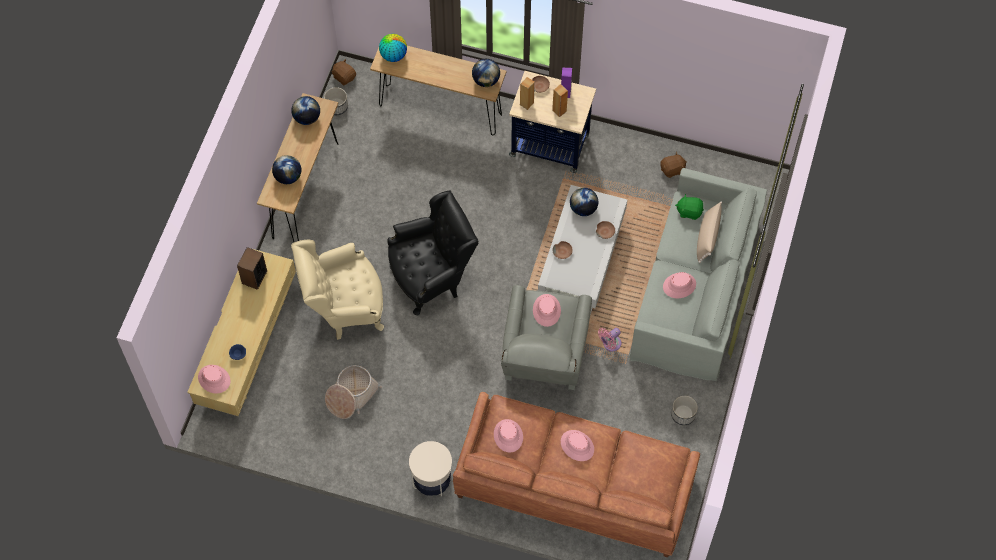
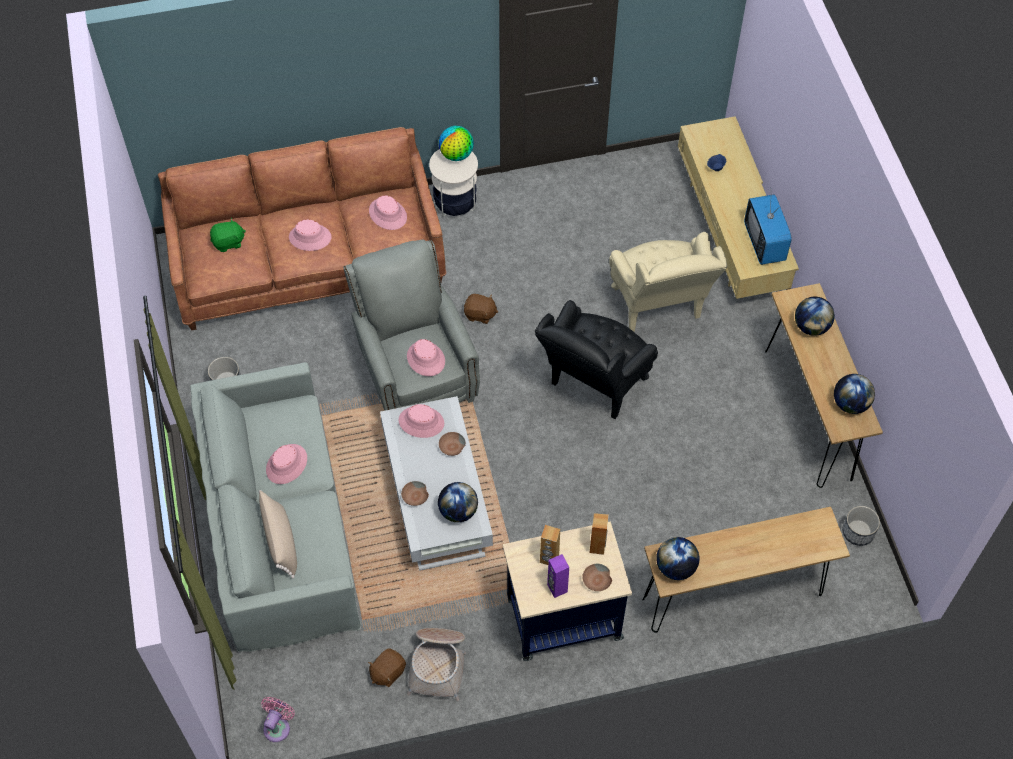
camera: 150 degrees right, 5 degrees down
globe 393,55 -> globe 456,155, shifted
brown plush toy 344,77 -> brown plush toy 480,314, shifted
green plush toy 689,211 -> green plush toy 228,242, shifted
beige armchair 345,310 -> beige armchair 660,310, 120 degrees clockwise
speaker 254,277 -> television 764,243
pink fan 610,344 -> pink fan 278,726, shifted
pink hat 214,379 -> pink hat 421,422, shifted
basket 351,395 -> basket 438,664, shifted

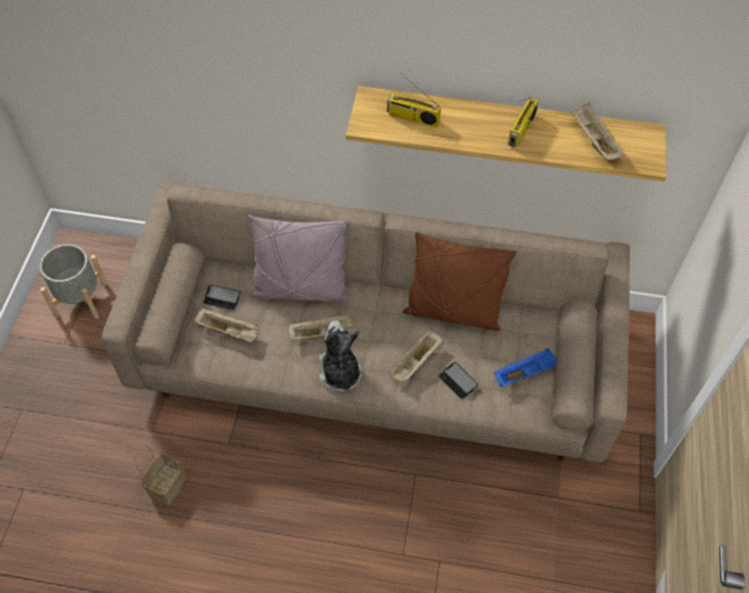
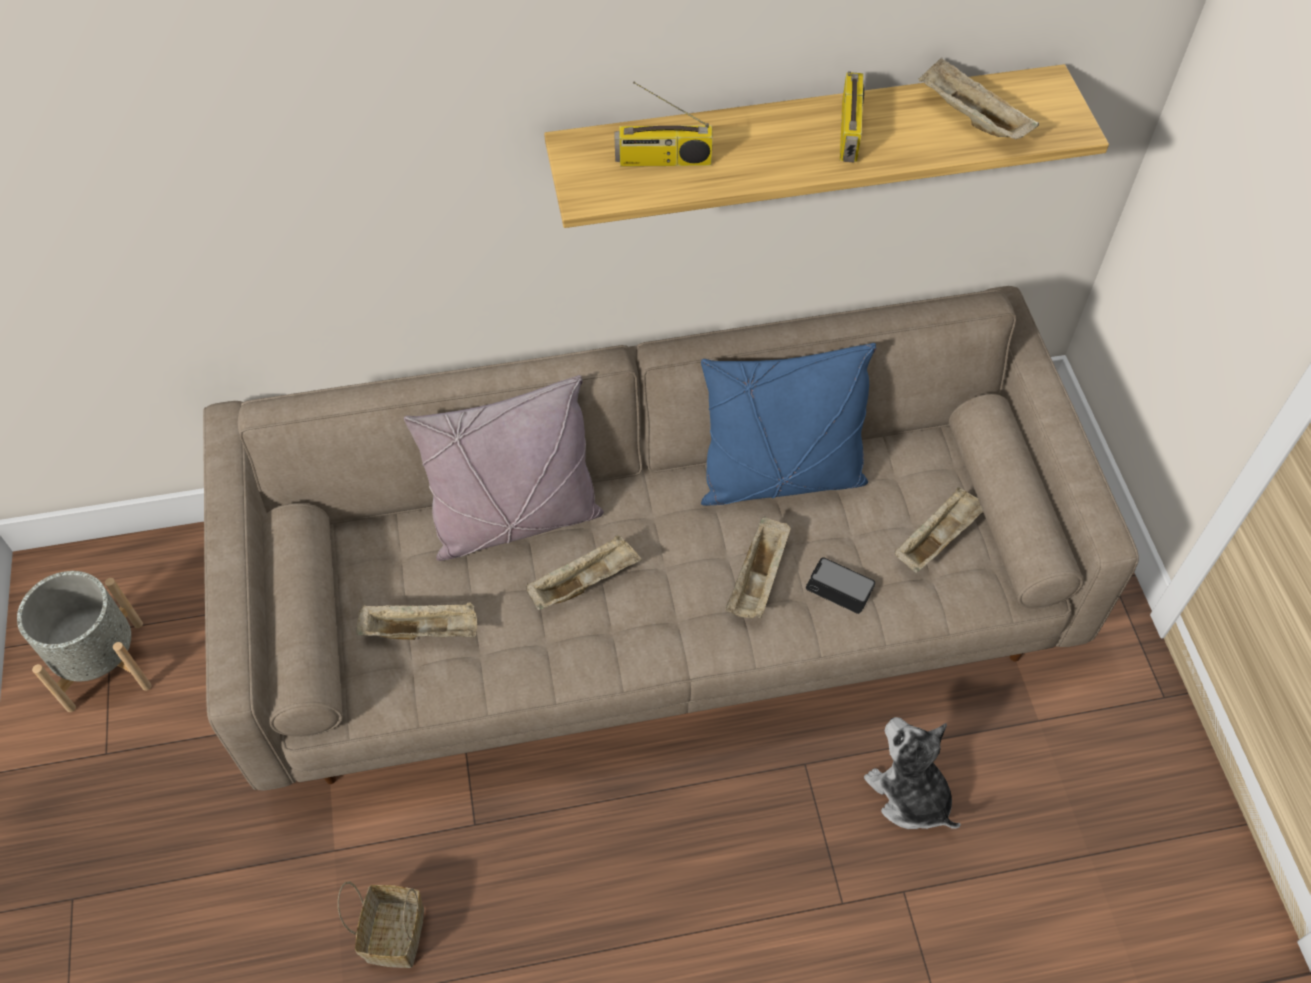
camera: 20 degrees left, 0 degrees up
brown pillow 453,312 -> blue pillow 780,478
phone 222,298 -> none
plush toy 340,372 -> plush toy 909,794, shifted
blue tray 525,373 -> beige tray 937,538

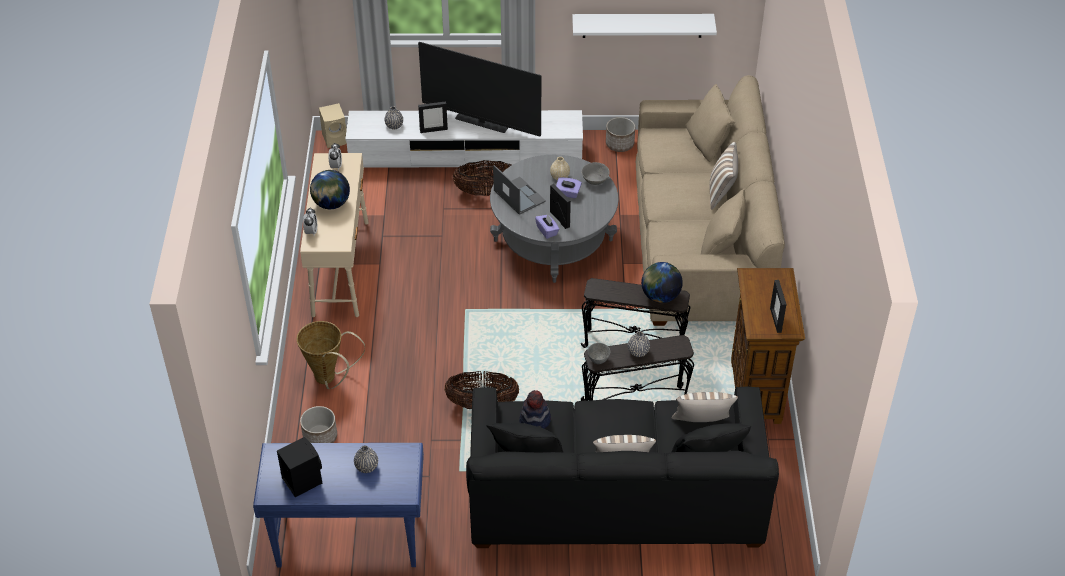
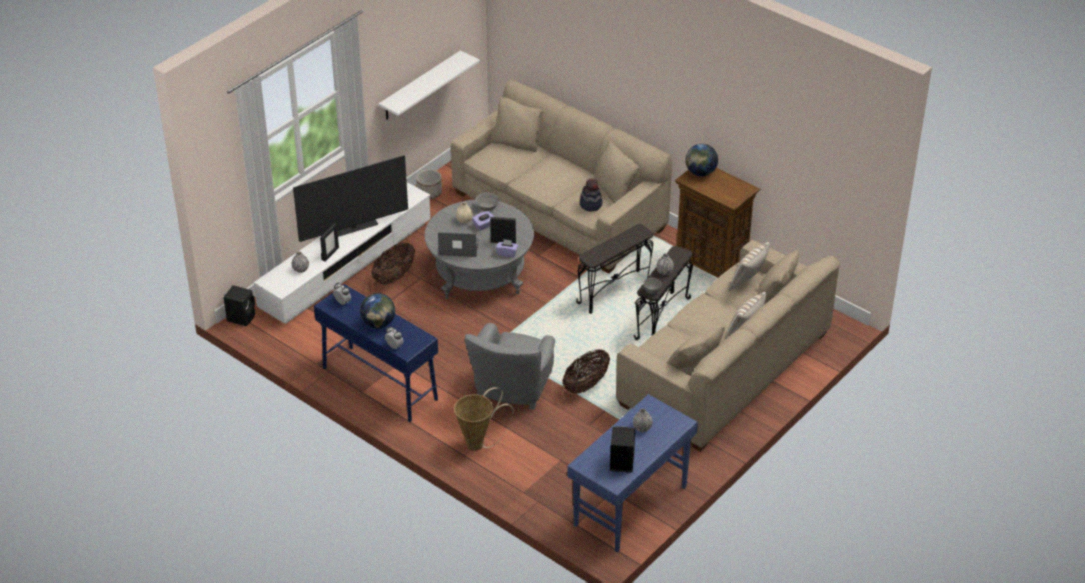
camera: 50 degrees left, 5 degrees down
beige speaker 336,138 -> black speaker 242,317
pillow 721,193 -> none
beige console table 341,268 -> blue console table 380,383
globe 660,296 -> globe 700,173, shifted
picture frame 776,320 -> none
black sofa 614,495 -> beige sofa 724,369
hat 535,420 -> hat 591,204, shifted
planter 320,437 -> none
none -> grey armchair 512,389

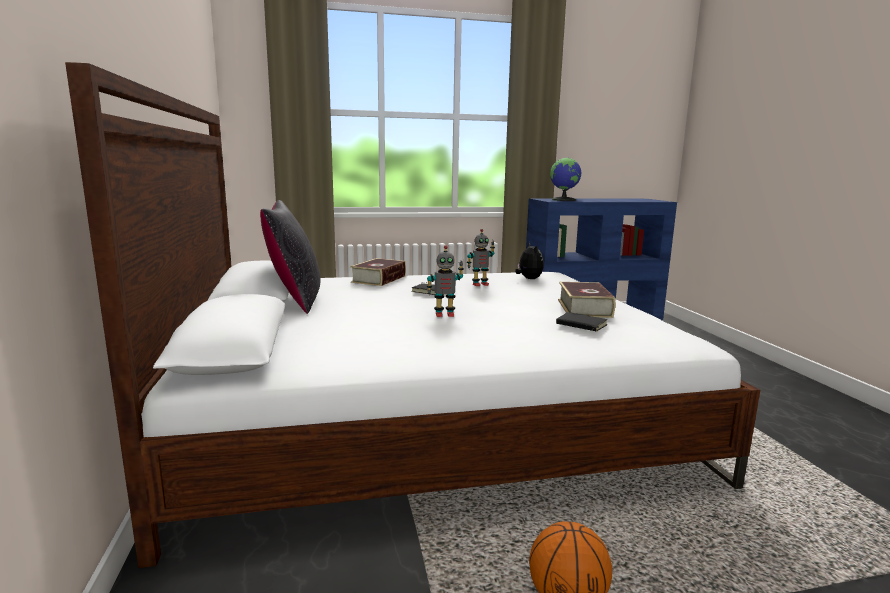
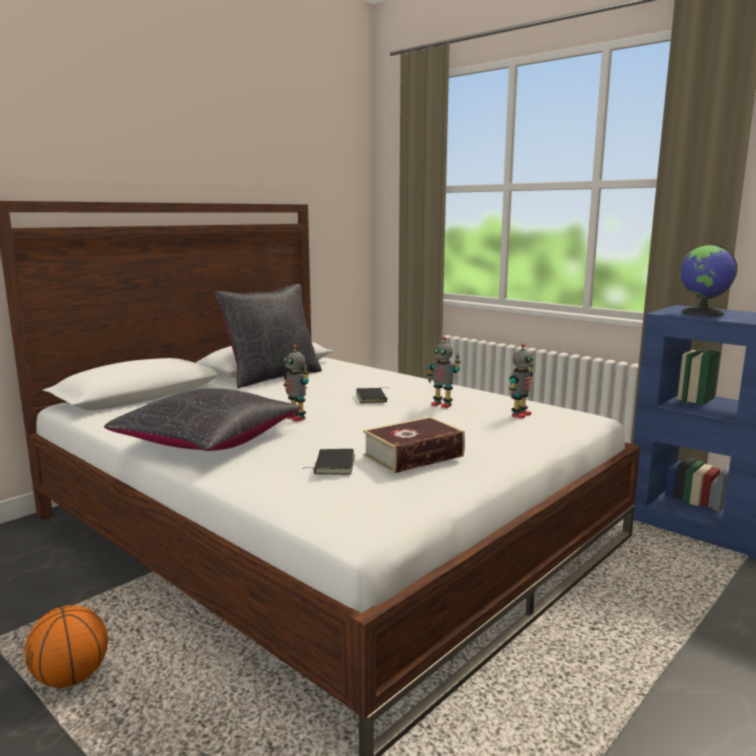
camera: 55 degrees right, 0 degrees up
plush toy 528,279 -> toy robot 519,415
book 379,279 -> none
none -> black pillow 208,440

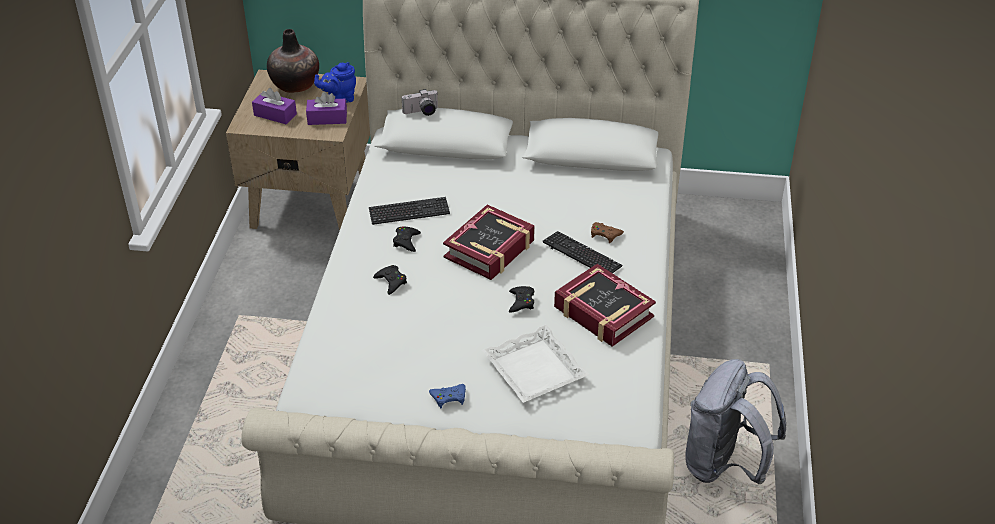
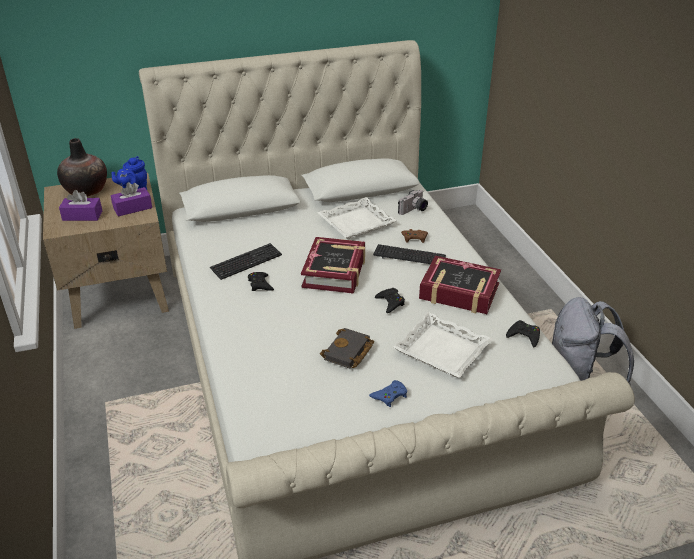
camera: 25 degrees left, 5 degrees down
photo camera 421,112 -> photo camera 414,210, shifted
black game controller 391,282 -> black game controller 524,336, shifted
none -> white tray 356,223
none -> black book 348,353

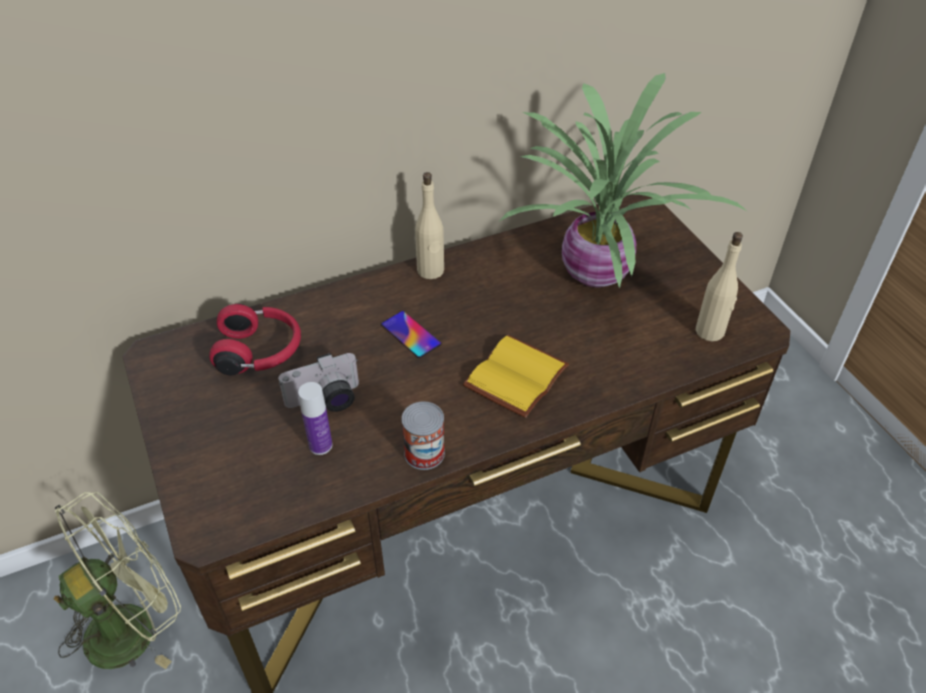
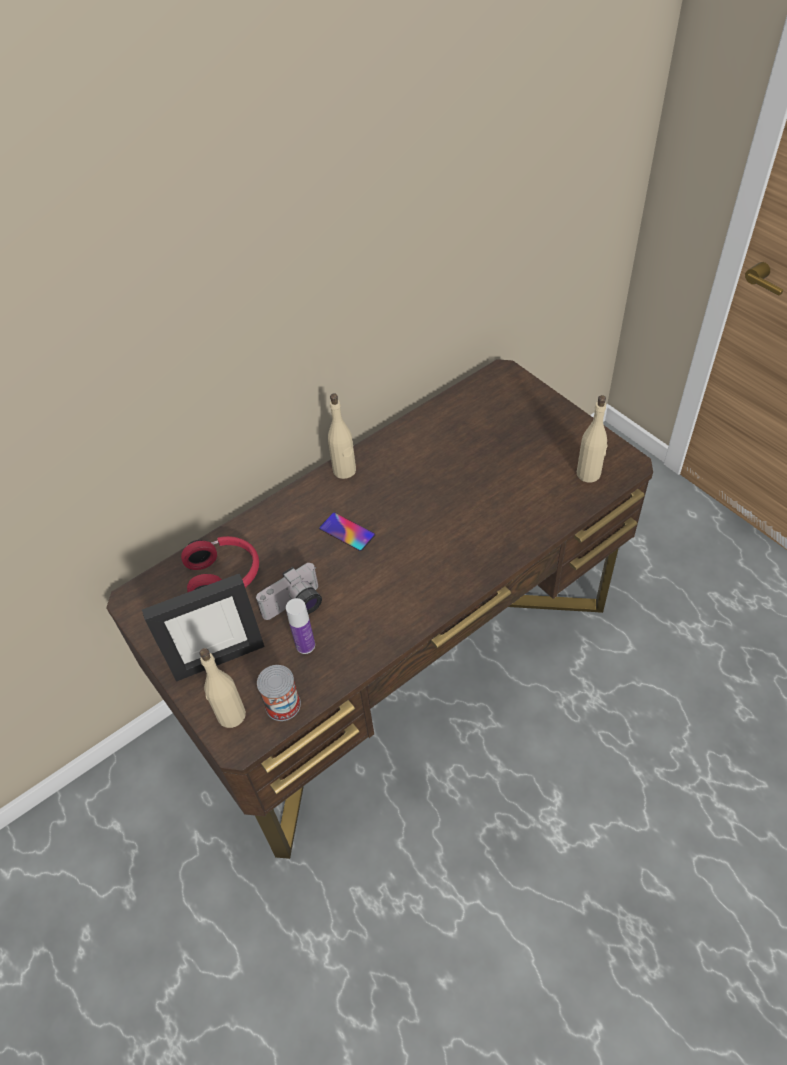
camera: 10 degrees left, 5 degrees up
potted plant 599,274 -> none
yellow book 517,379 -> none
can 424,453 -> can 283,704, shifted
green fan 133,624 -> none
none -> picture frame 218,657
none -> beige bottle 231,715

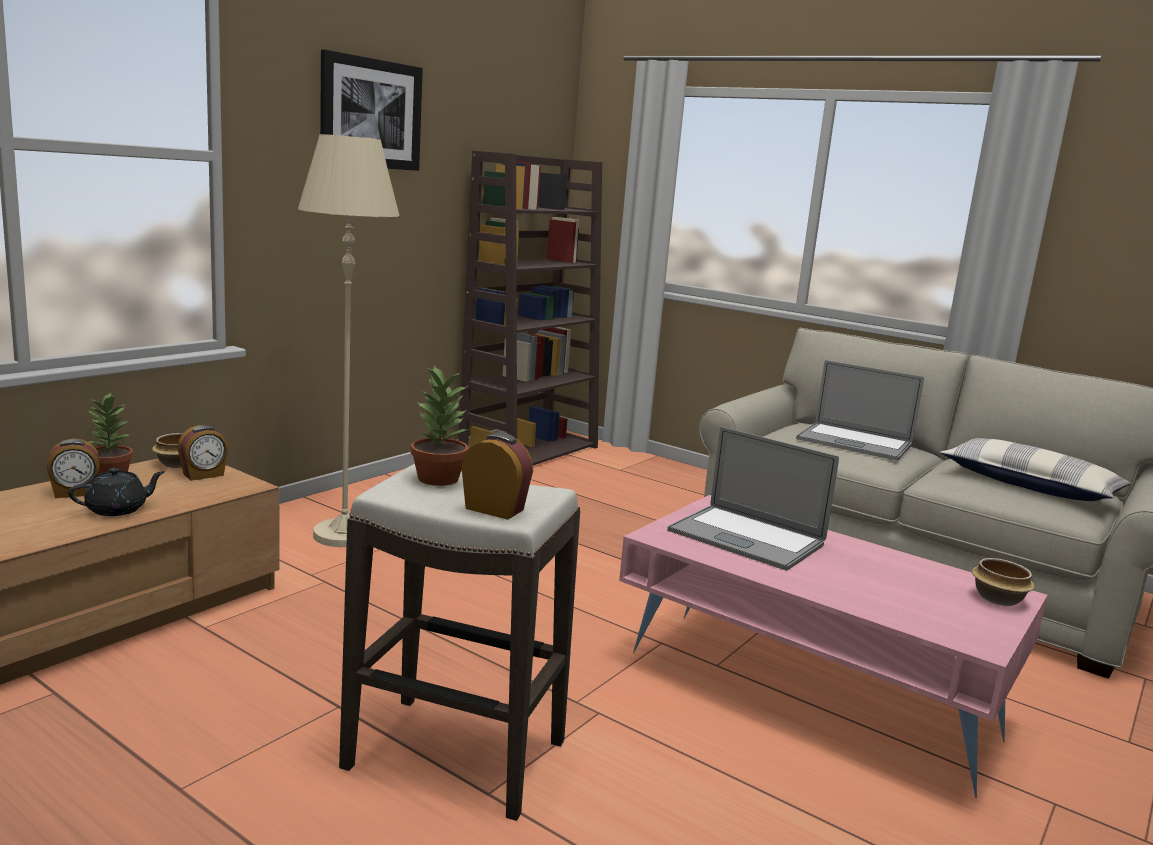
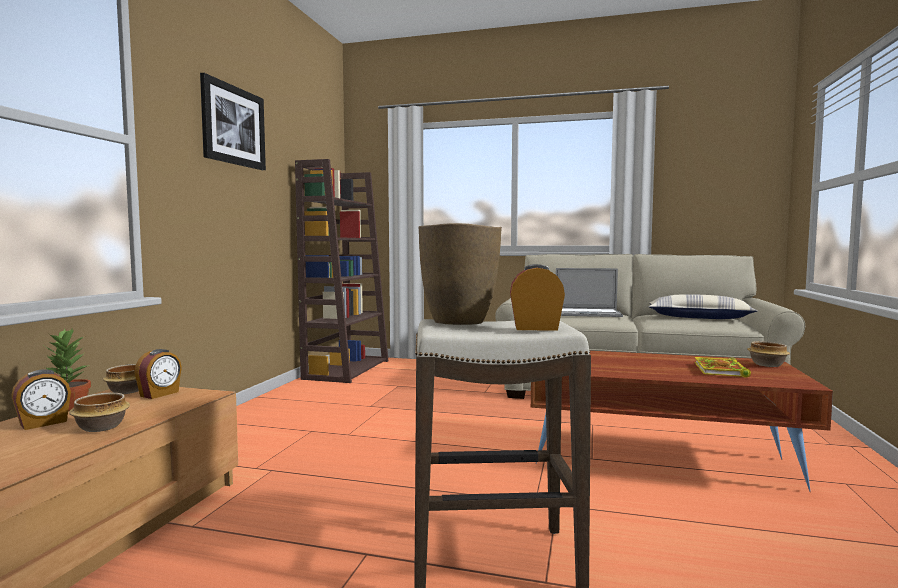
camera: 20 degrees left, 10 degrees down
beige floor lamp 344,535 -> none
potted plant 437,478 -> brown vase 458,322
laptop 746,538 -> none
black teapot 118,509 -> bowl 102,427
pink coffee table 809,694 -> brown coffee table 660,461
none -> book 721,371

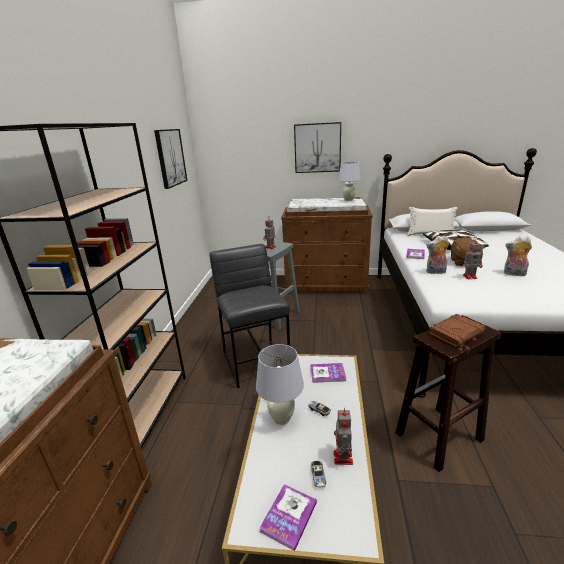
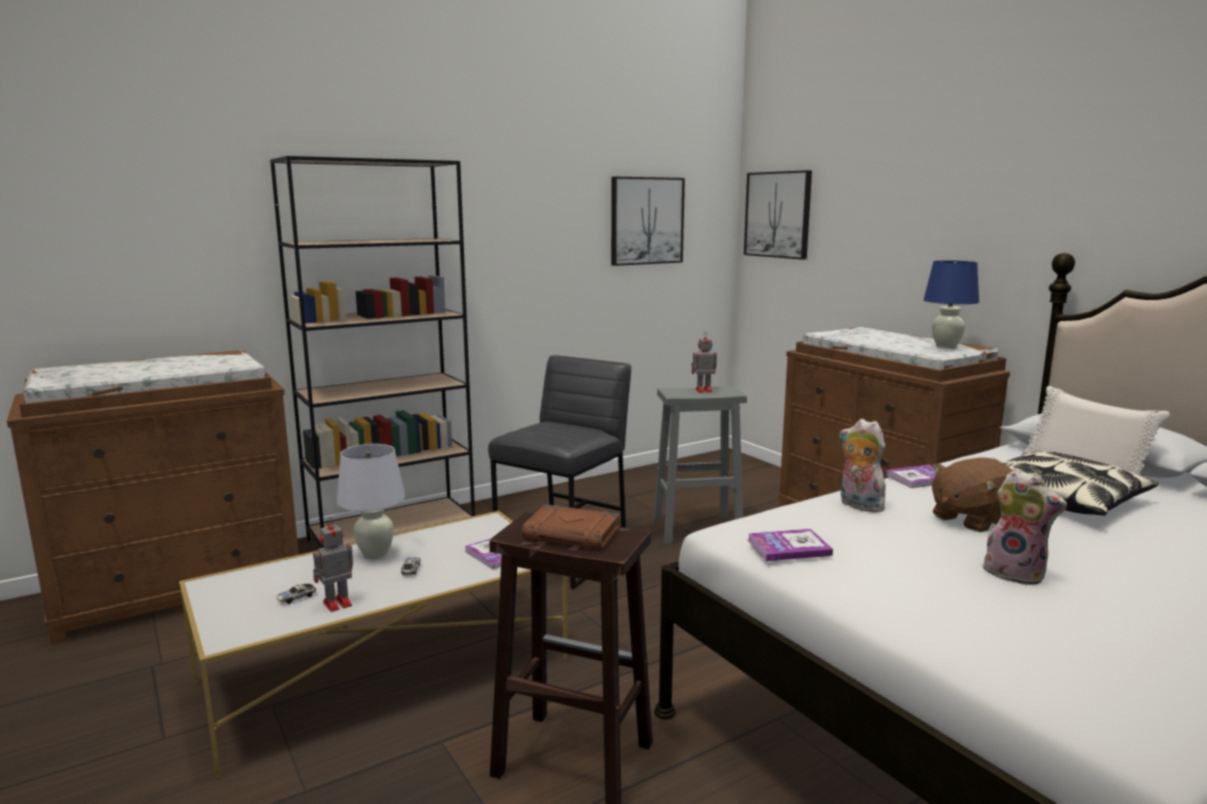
camera: 50 degrees right, 10 degrees down
picture 317,148 -> picture 778,214, shifted
white table lamp 348,200 -> blue table lamp 945,347
plush toy 514,274 -> plush toy 1016,573, 150 degrees clockwise
toy robot 470,276 -> none
book 289,516 -> book 788,547, shifted

